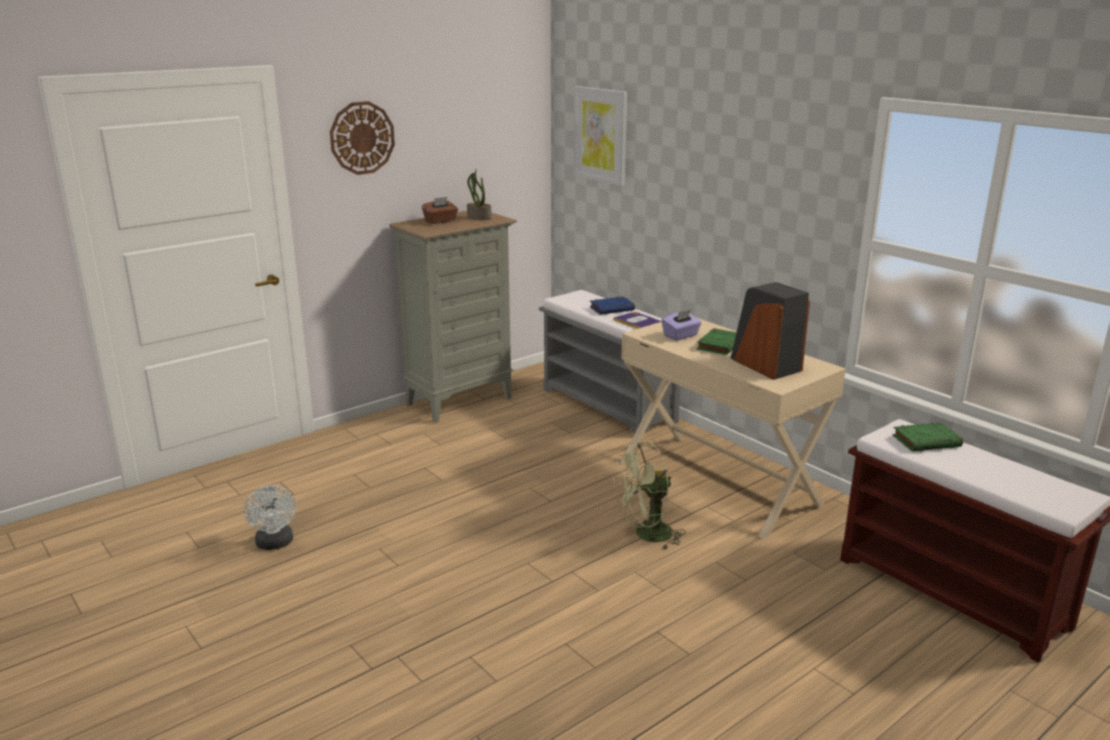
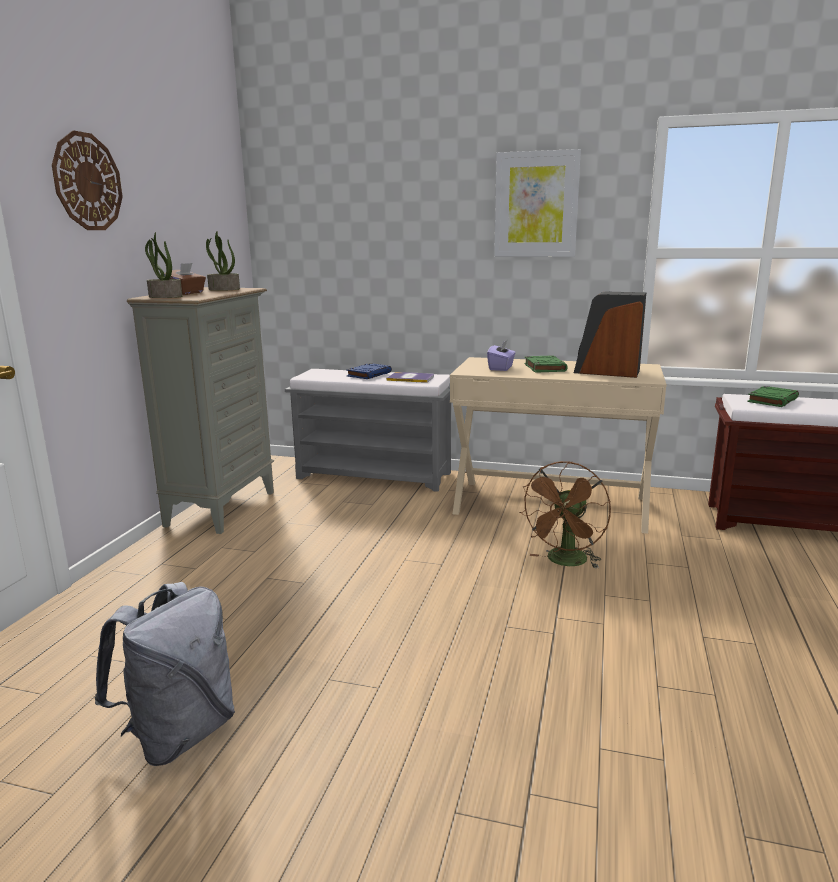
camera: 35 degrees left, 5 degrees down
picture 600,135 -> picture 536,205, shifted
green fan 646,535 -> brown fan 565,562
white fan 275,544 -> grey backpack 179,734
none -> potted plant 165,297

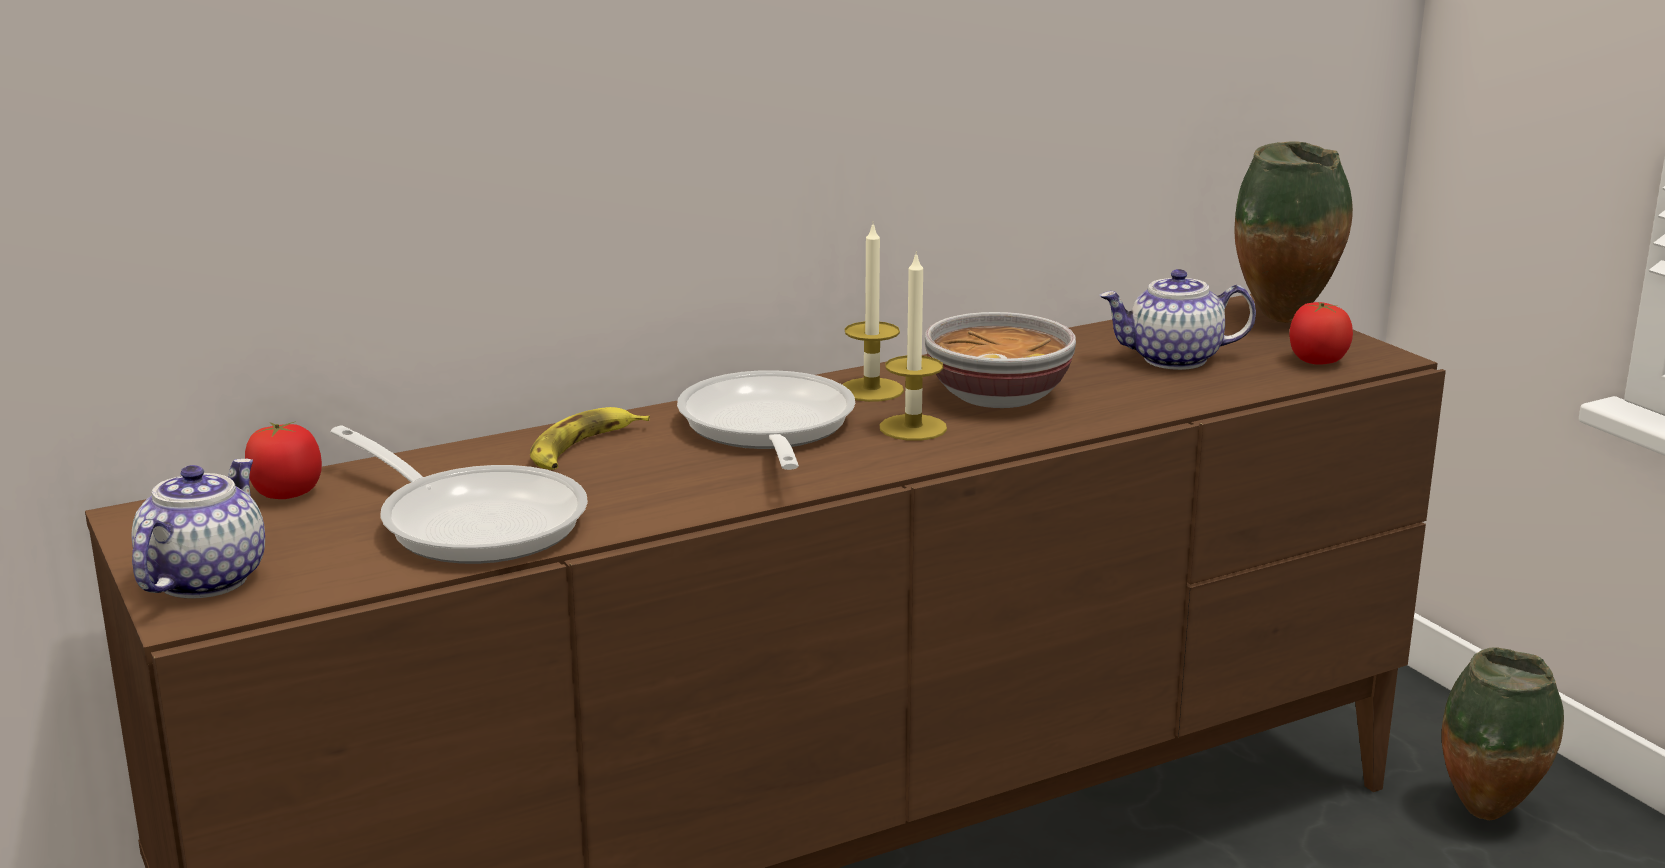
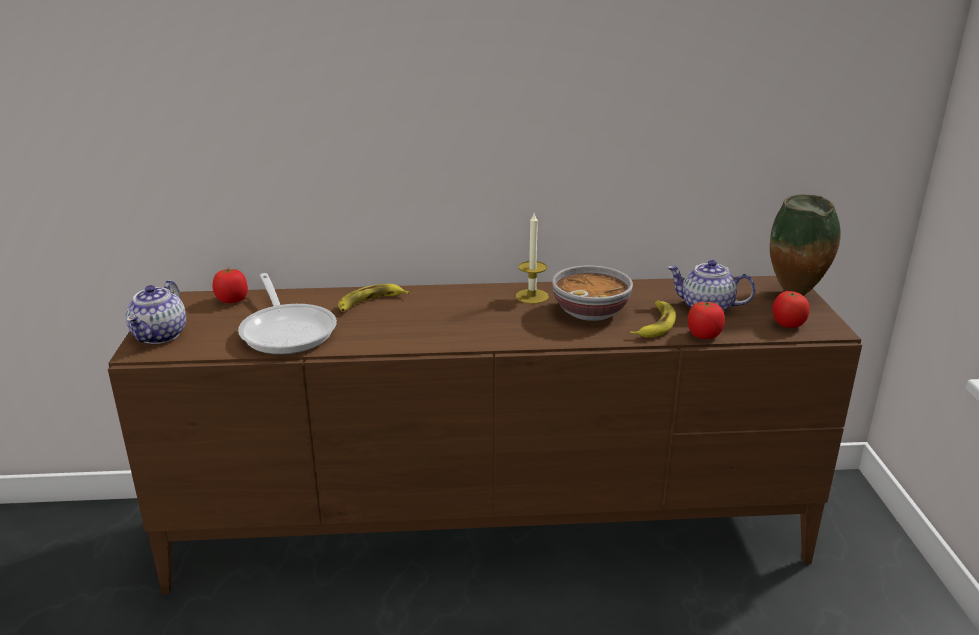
camera: 25 degrees right, 5 degrees up
candle 913,428 -> none
frying pan 766,429 -> none
teapot 204,579 -> teapot 160,335, 150 degrees clockwise
vase 1489,816 -> none
none -> tomato 704,336
none -> banana 655,324

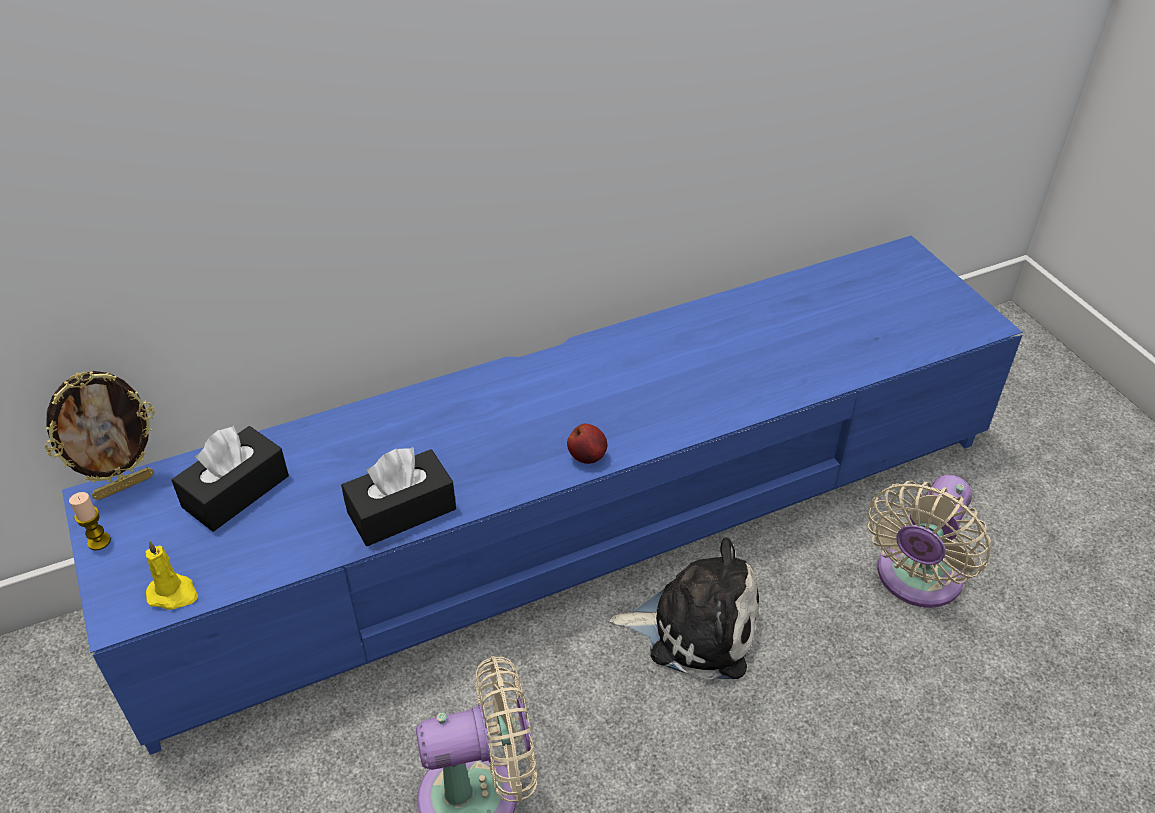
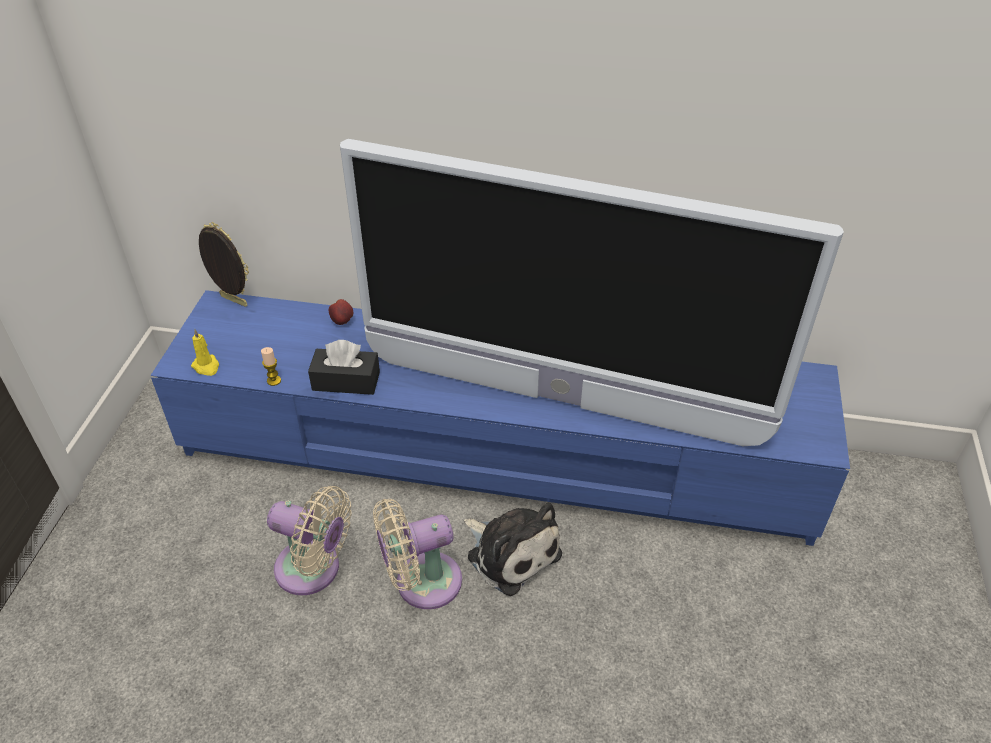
camera: 35 degrees right, 0 degrees up
picture frame 124,485 -> picture frame 232,301, 150 degrees counterclockwise
apple 587,457 -> apple 342,321, shifted
black tissue box 236,491 -> none
beige fan 915,580 -> beige fan 421,583, shifted
candle 99,541 -> candle 274,380, shifted
none -> television 560,399

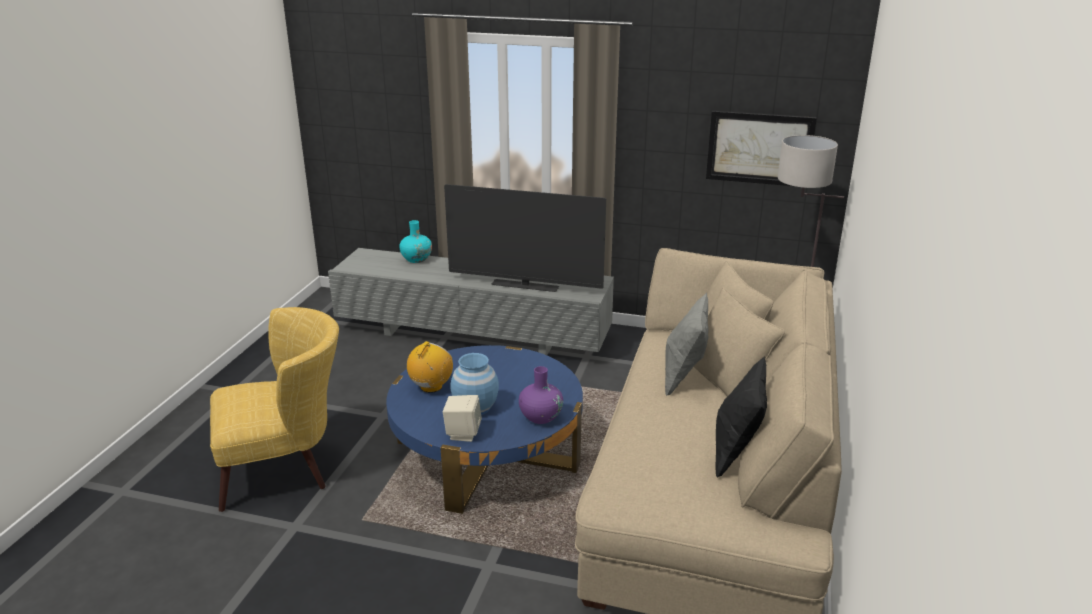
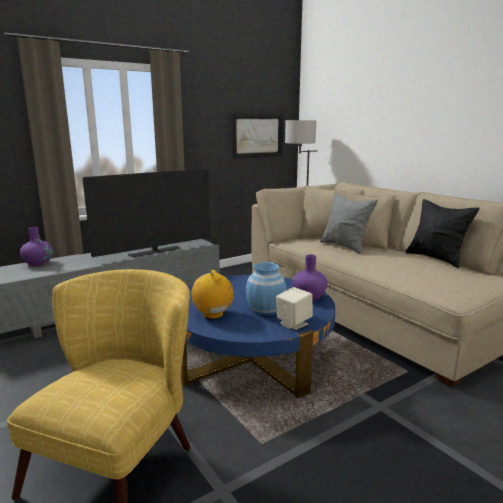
camera: 50 degrees left, 10 degrees down
turquoise vase 416,259 -> purple vase 38,263

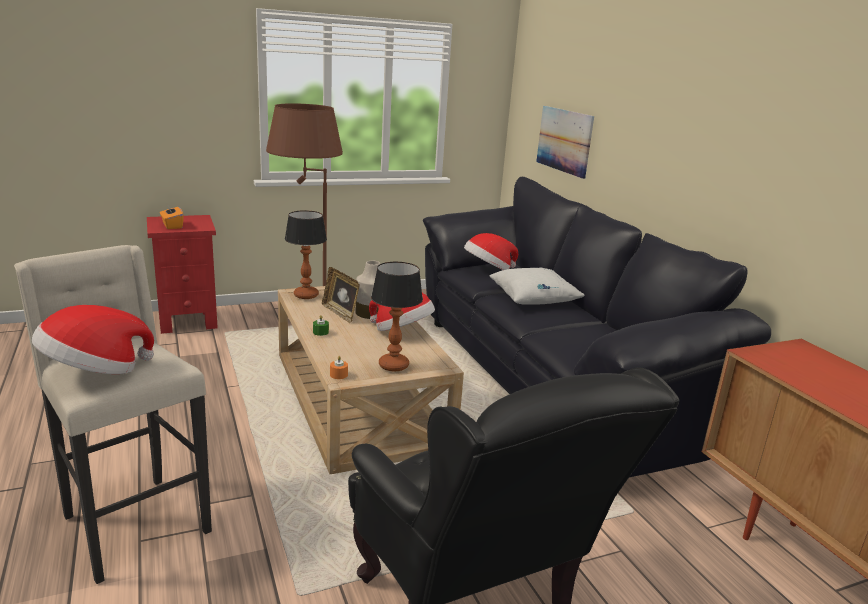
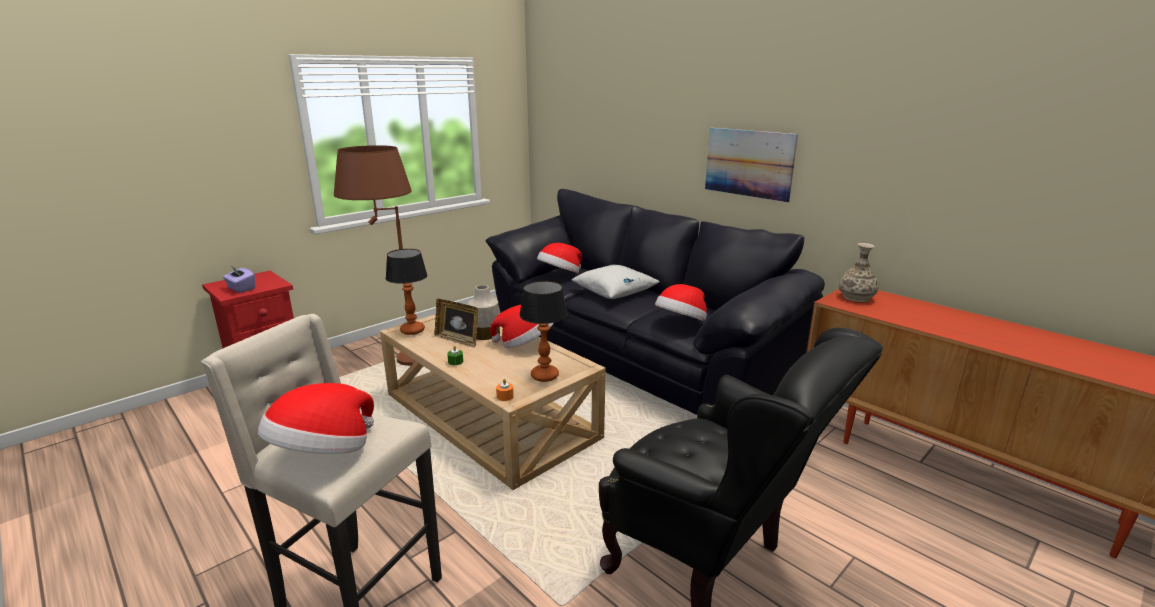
camera: 20 degrees left, 0 degrees up
picture 564,140 -> picture 748,163, shifted
orange tissue box 172,226 -> purple tissue box 241,288
none -> vase 856,297
none -> hat 681,323

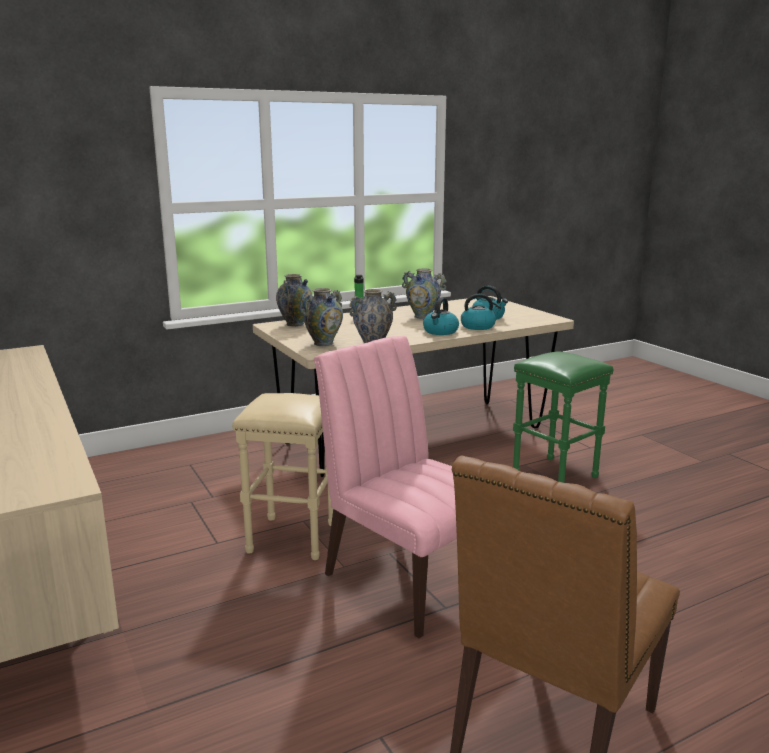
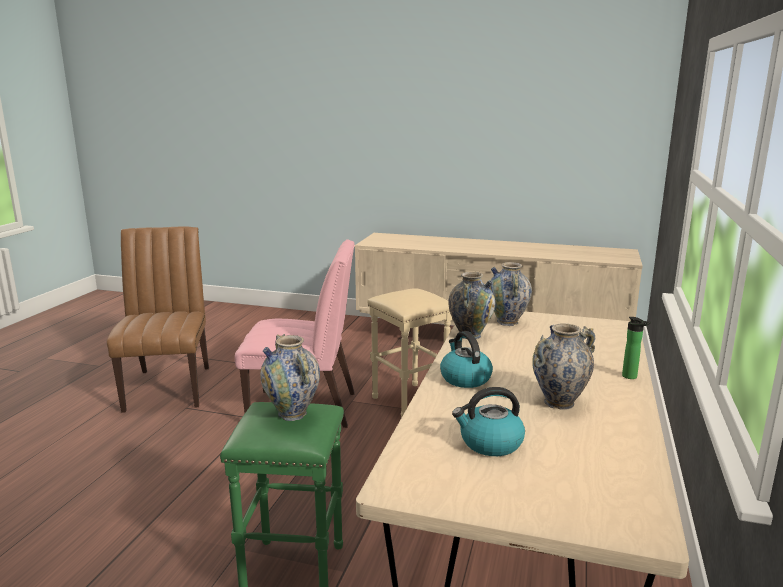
camera: 135 degrees right, 0 degrees up
vase 295,324 -> vase 292,414, shifted
kettle 478,326 -> none

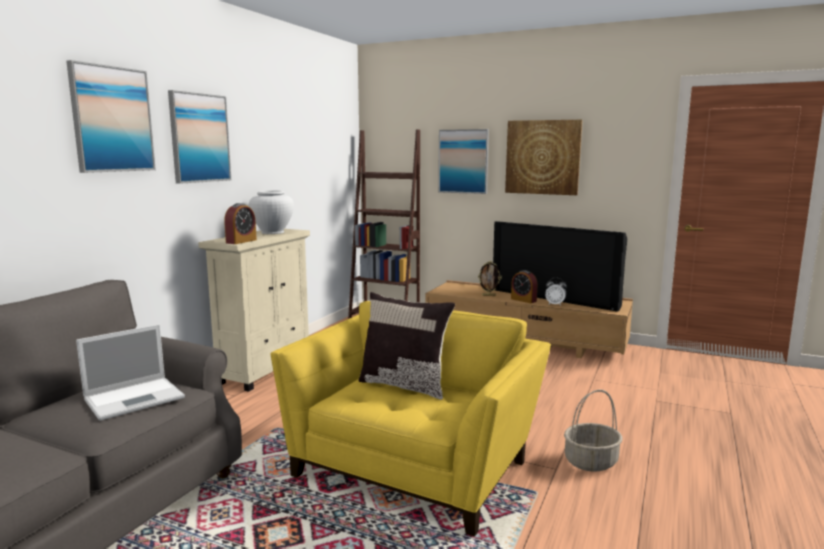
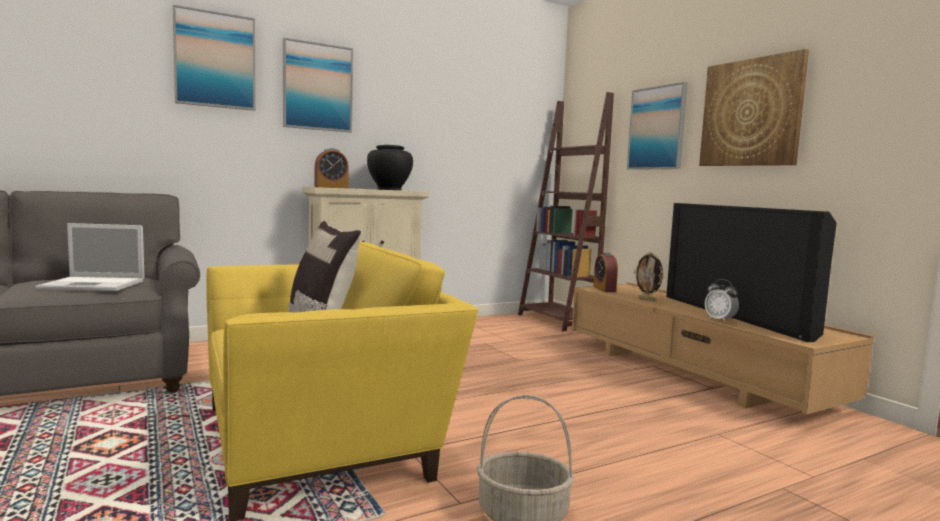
camera: 35 degrees right, 5 degrees down
white vase 272,232 -> black vase 389,189
alarm clock 523,300 -> alarm clock 604,289, shifted

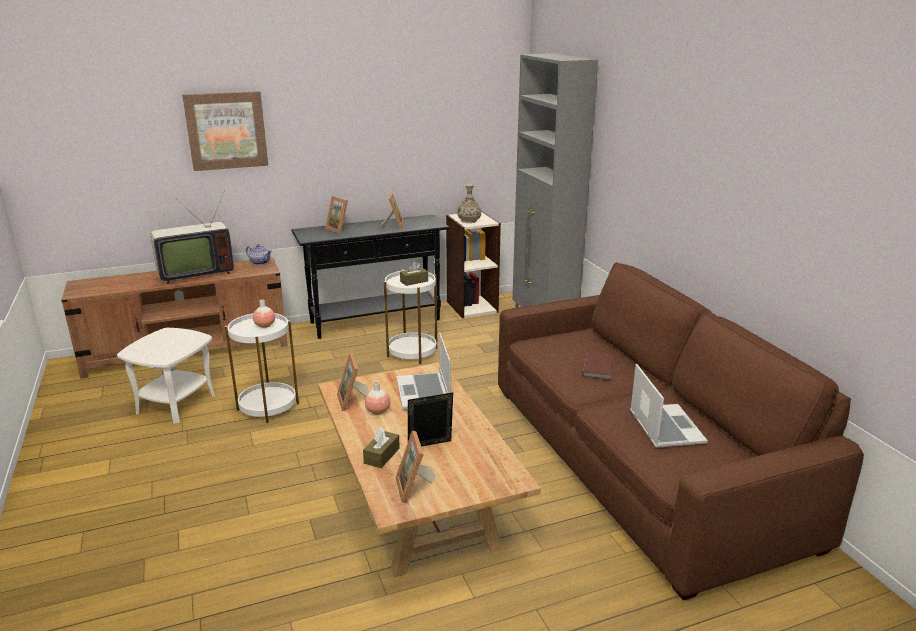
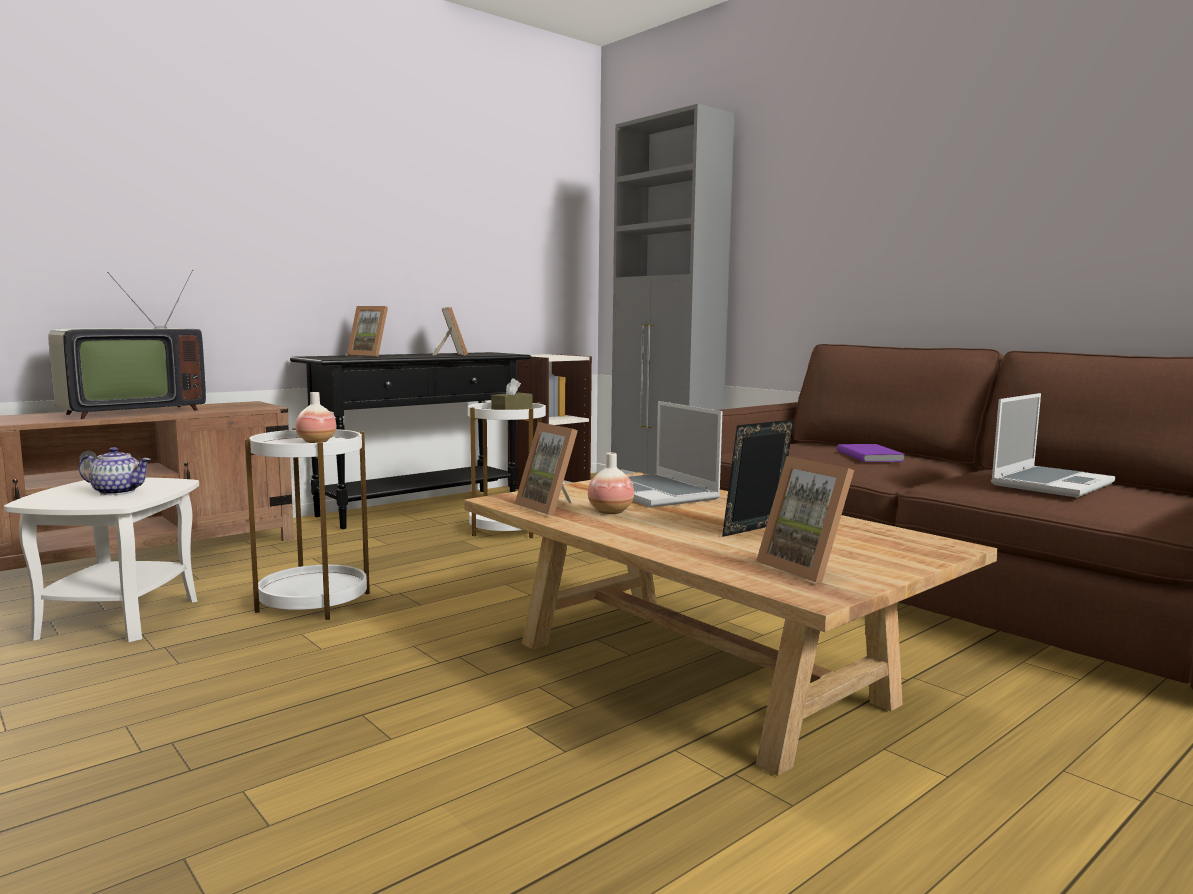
camera: 20 degrees left, 15 degrees down
picture 226,130 -> none
vase 469,220 -> none
teapot 260,262 -> teapot 117,491, shifted
brown book 599,367 -> purple book 871,456
laptop 664,427 -> laptop 1050,484, 75 degrees clockwise
brown tissue box 382,456 -> none

